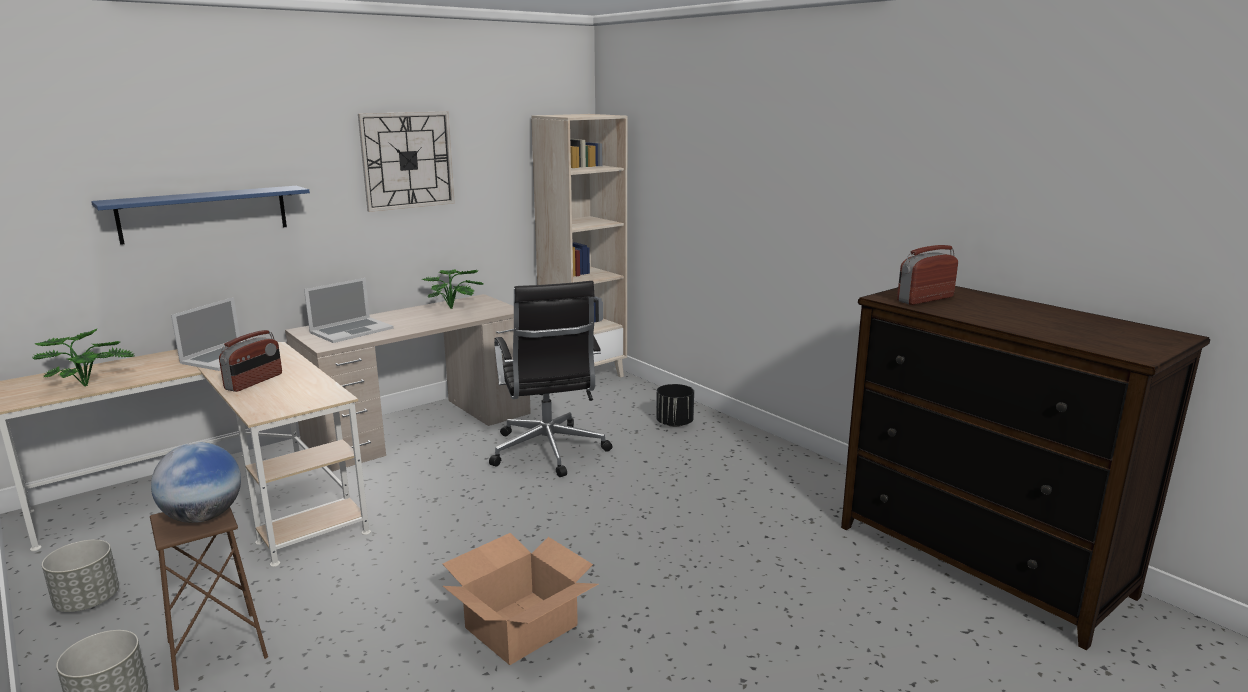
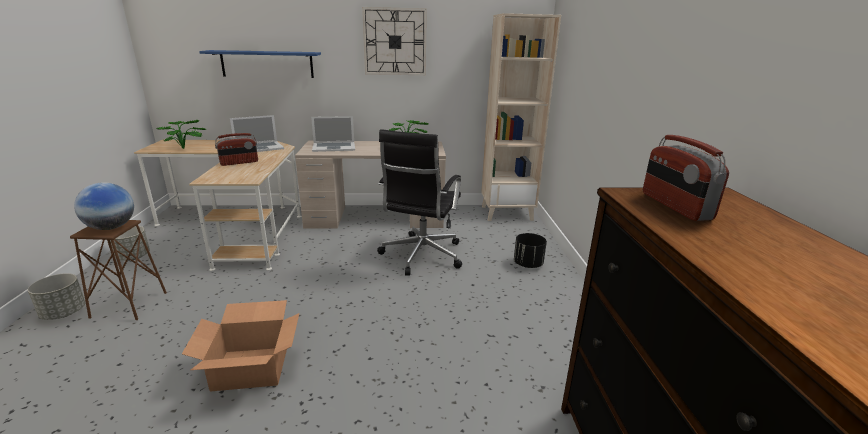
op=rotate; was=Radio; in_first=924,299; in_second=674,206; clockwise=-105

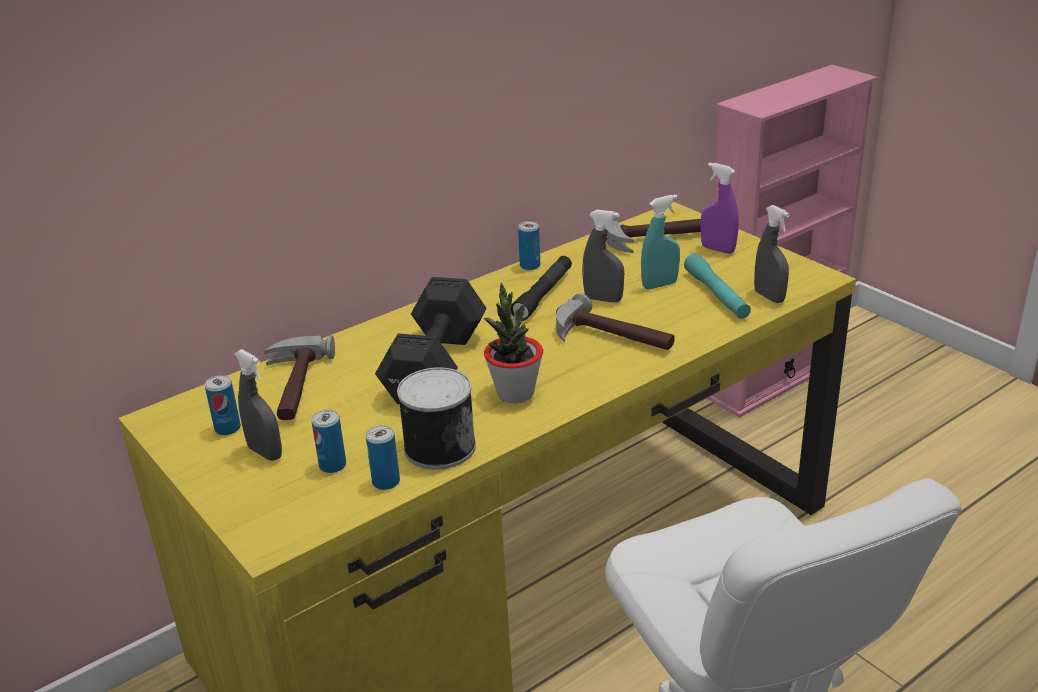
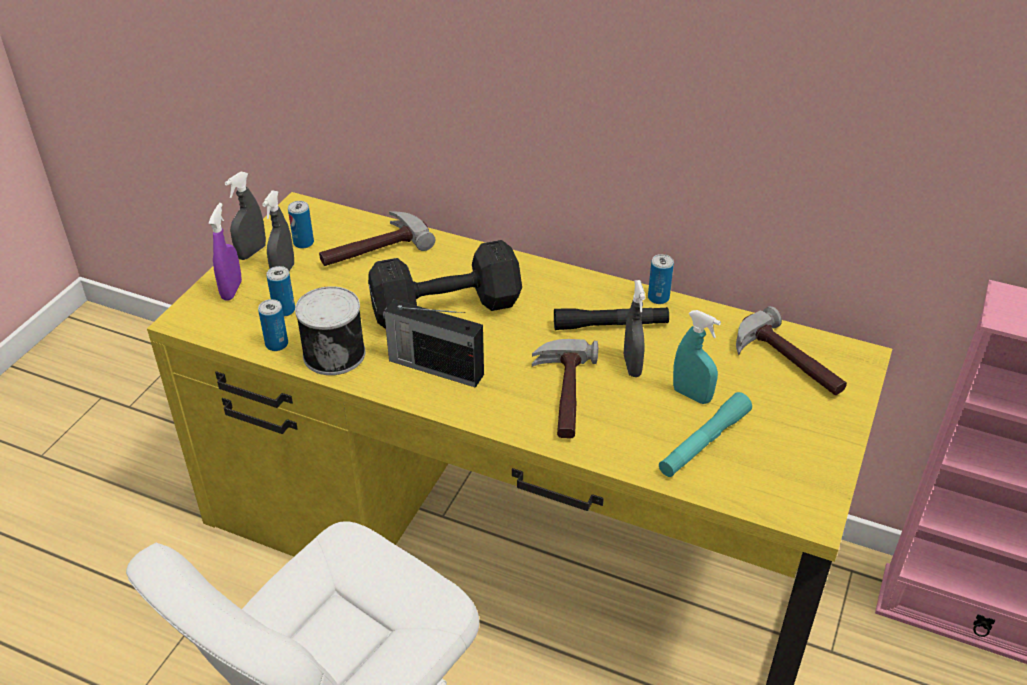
op=move; was=PurpleSprayBottle; in_first=717,249; in_second=231,290
op=move; was=GreySprayBottle; in_first=769,297; in_second=251,252
op=replace; was=PottedPlant; now=Radio; in_first=515,393; in_second=434,367

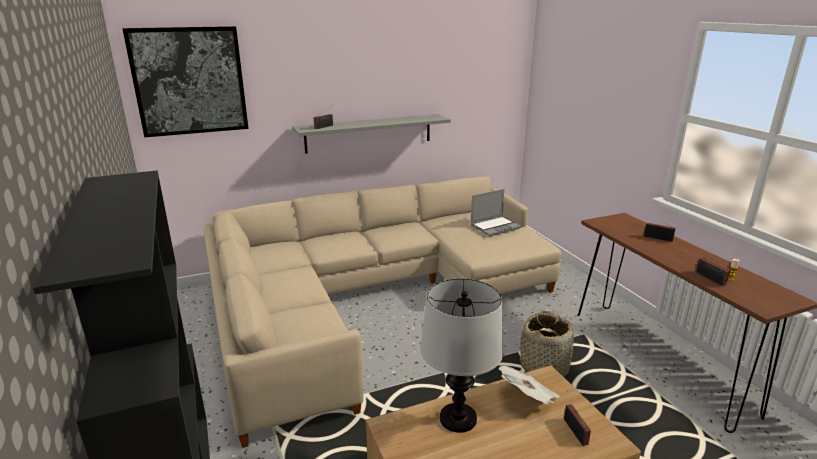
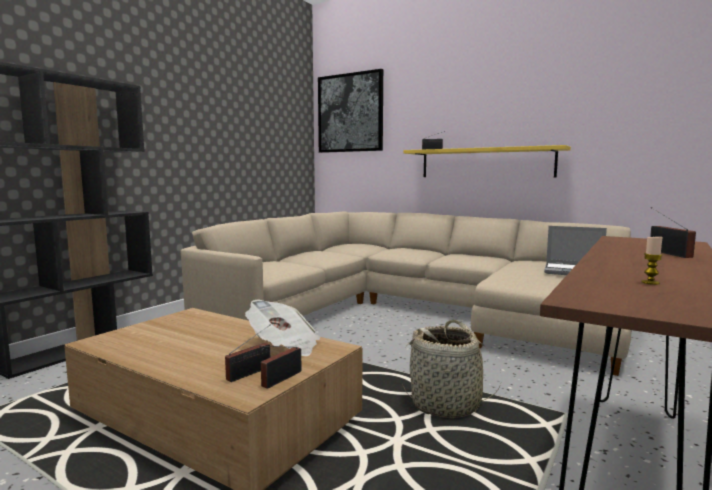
op=delete; was=TableLamp; in_first=457,418
op=move; was=Radio; in_first=711,279; in_second=279,379
op=recolor; was=GreyShelf; now=YellowShelf; in_first=369,133; in_second=485,163

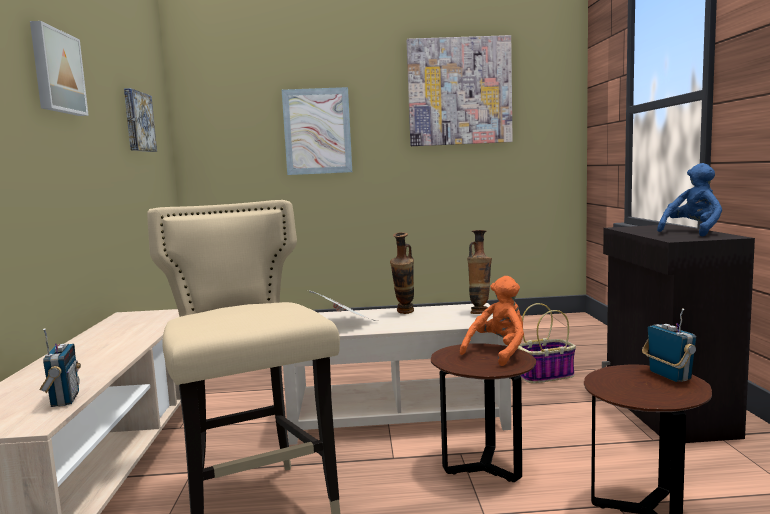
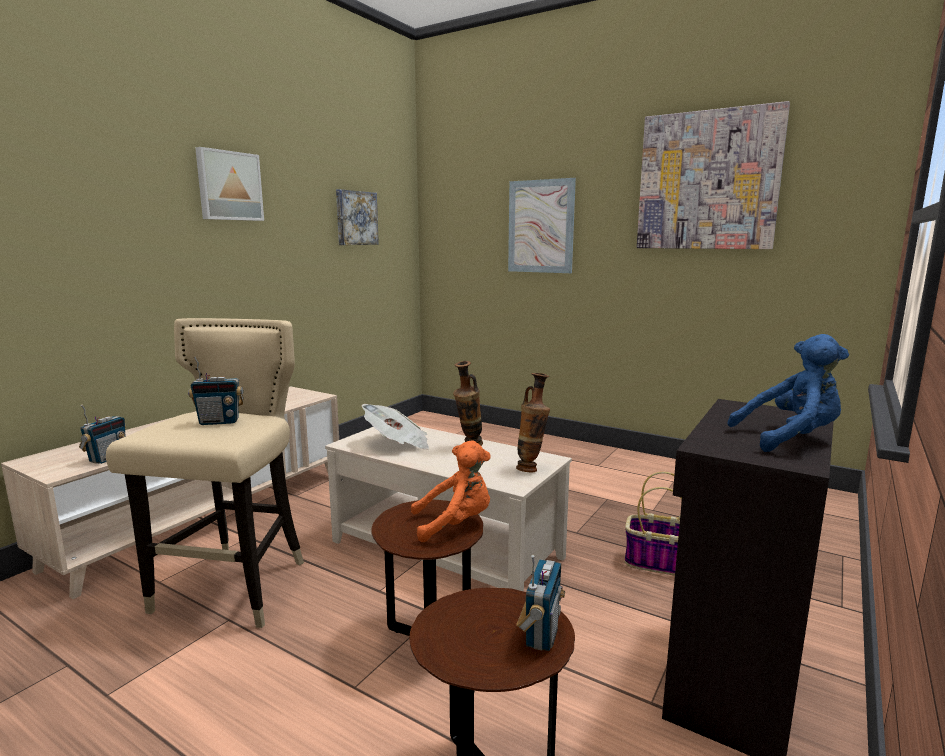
op=insert; now=Radio; in_second=219,422

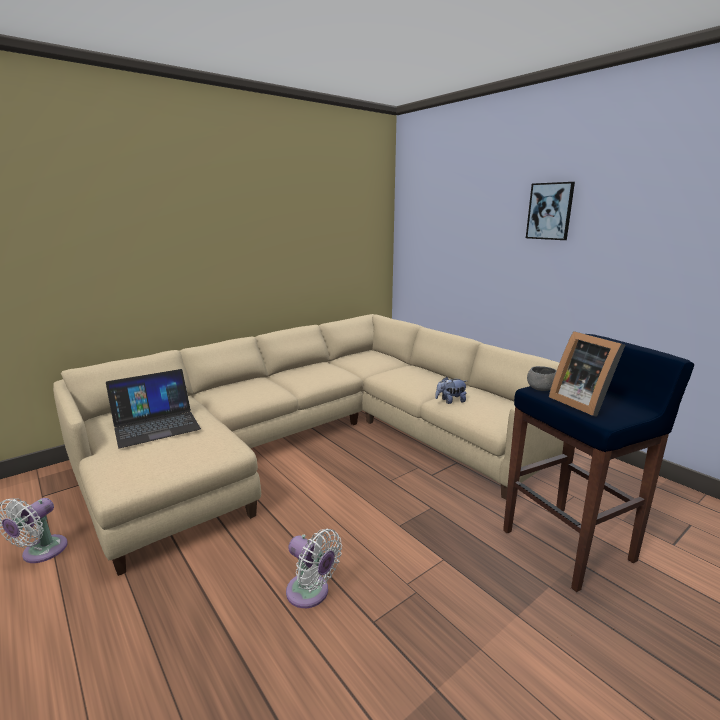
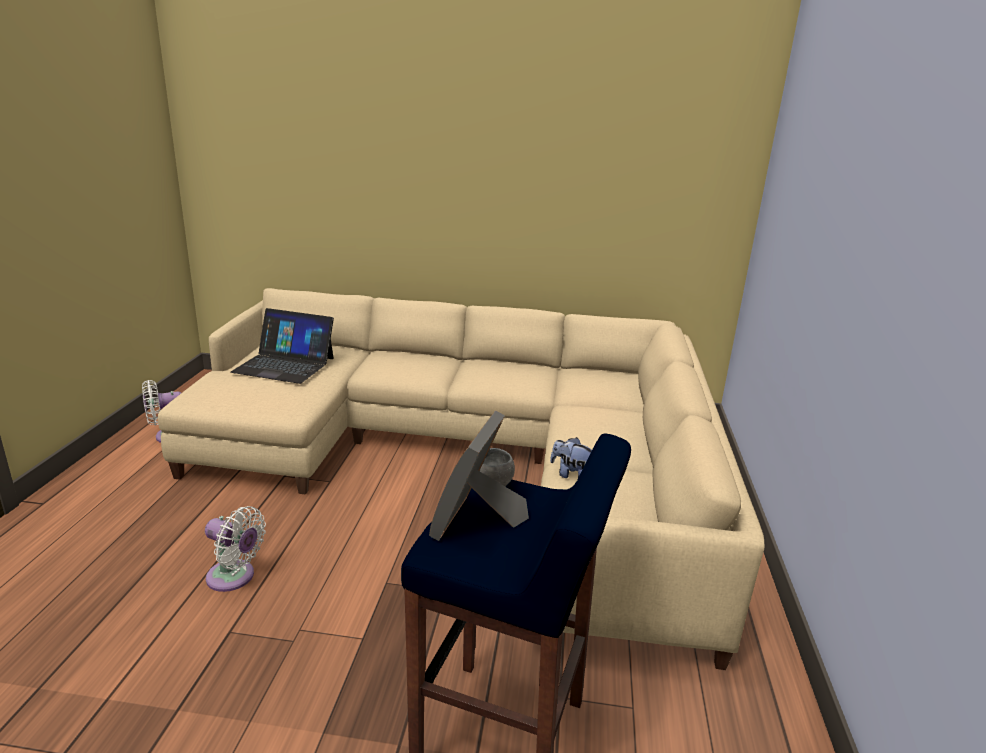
op=delete; was=Picture; in_first=550,211
op=rotate; was=WhiteFan; in_first=311,593; in_second=234,577; clockwise=-60

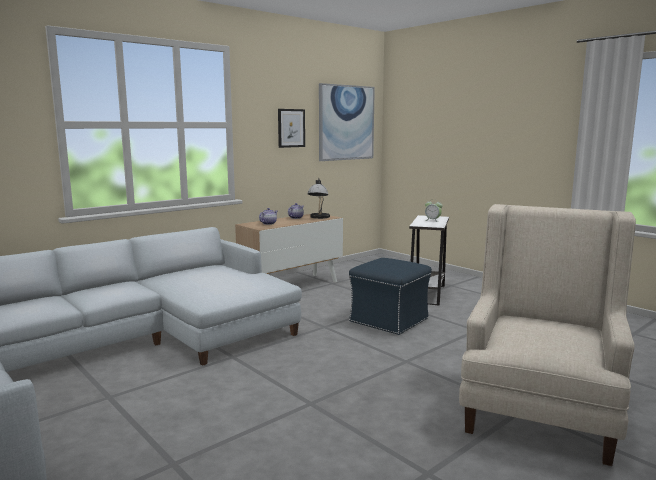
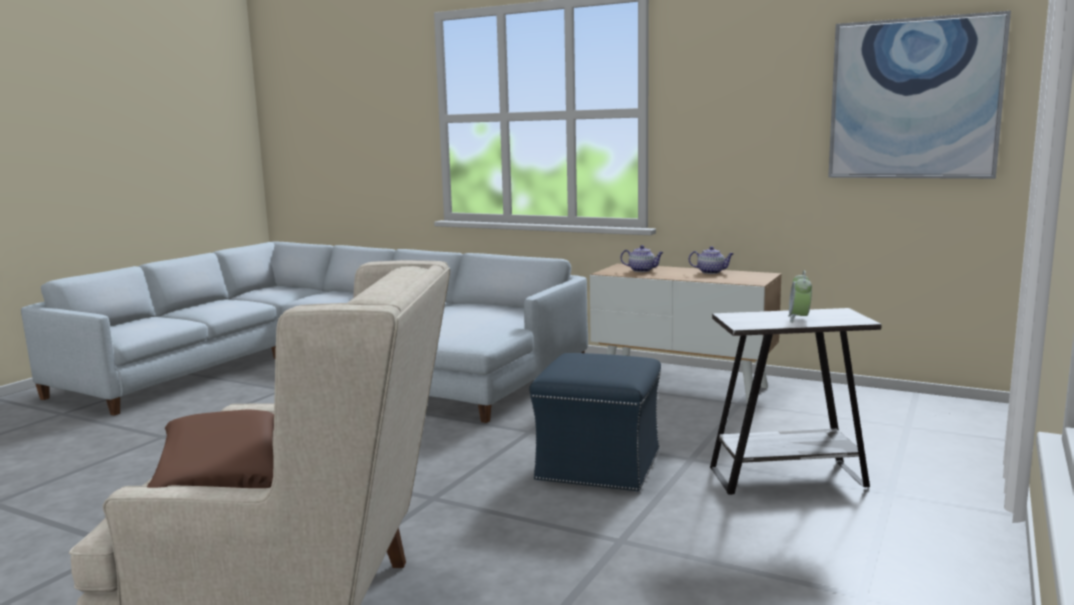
op=delete; was=Picture; in_first=291,128
op=delete; was=TableLamp; in_first=319,218
op=insert; now=BrownPillow; in_second=220,474

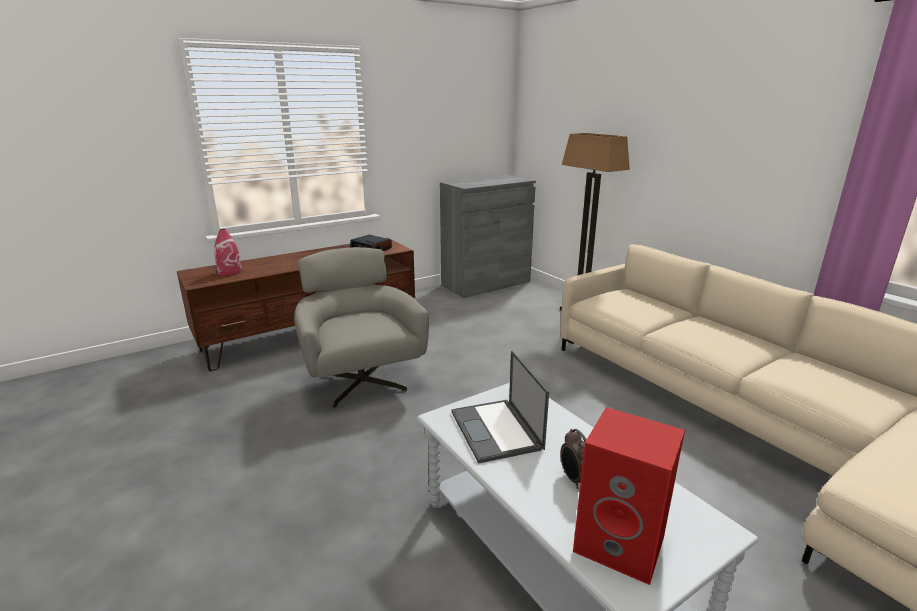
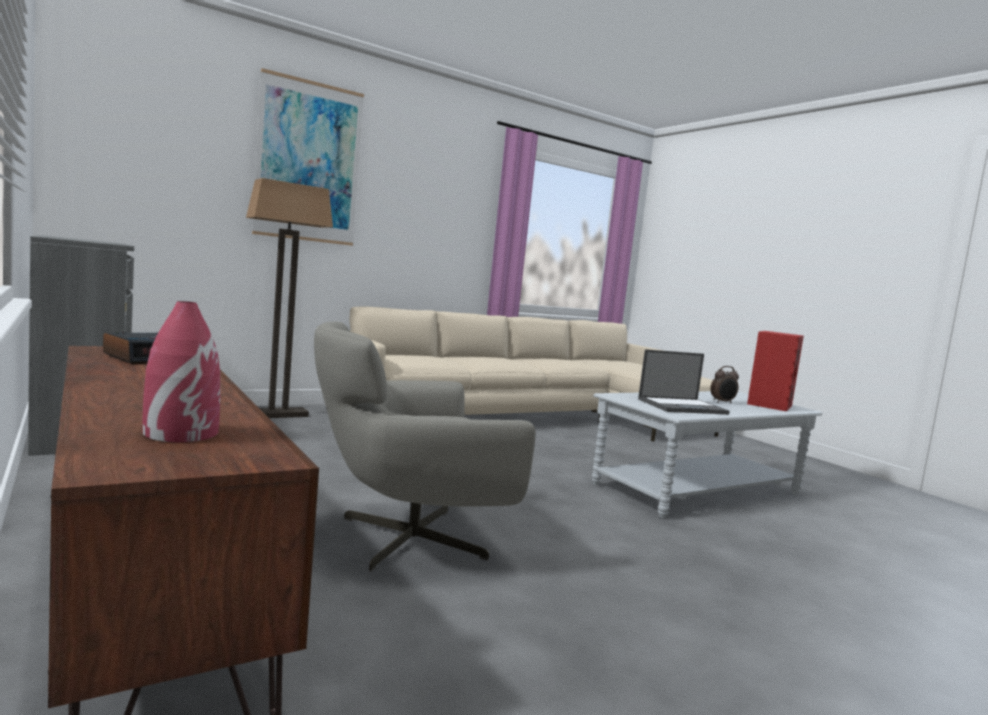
op=insert; now=Picture; in_second=308,162

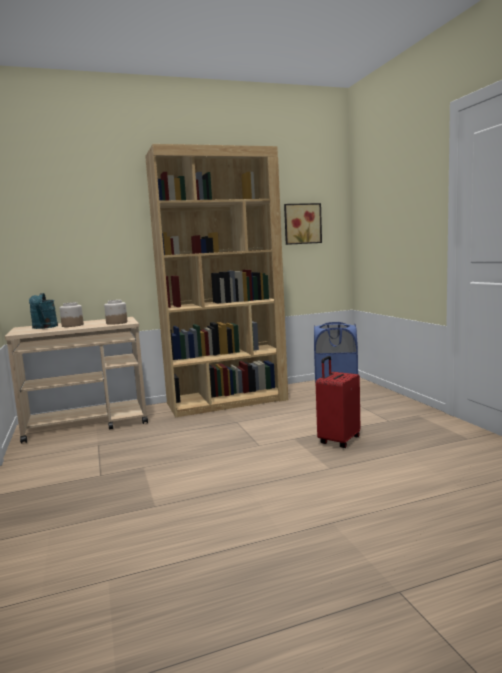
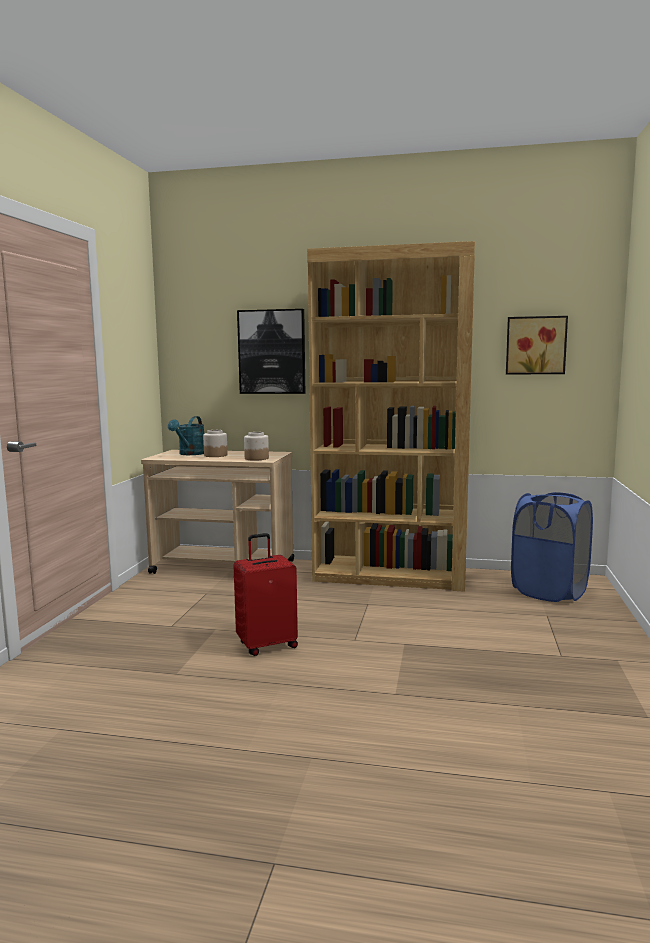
op=insert; now=Picture; in_second=272,352
op=move; was=RedSuitcase; in_first=338,440; in_second=267,645

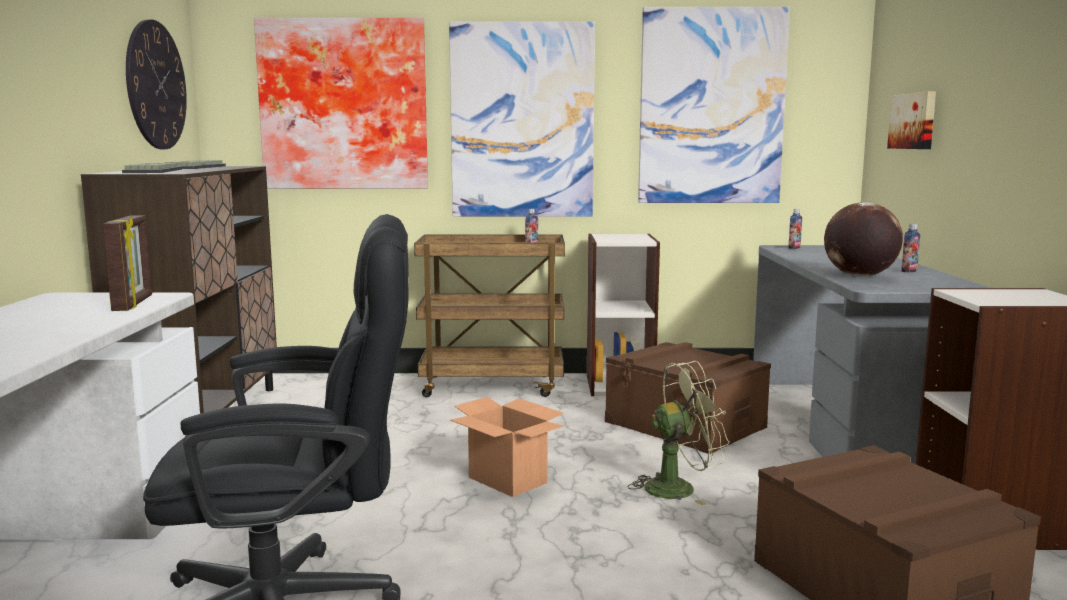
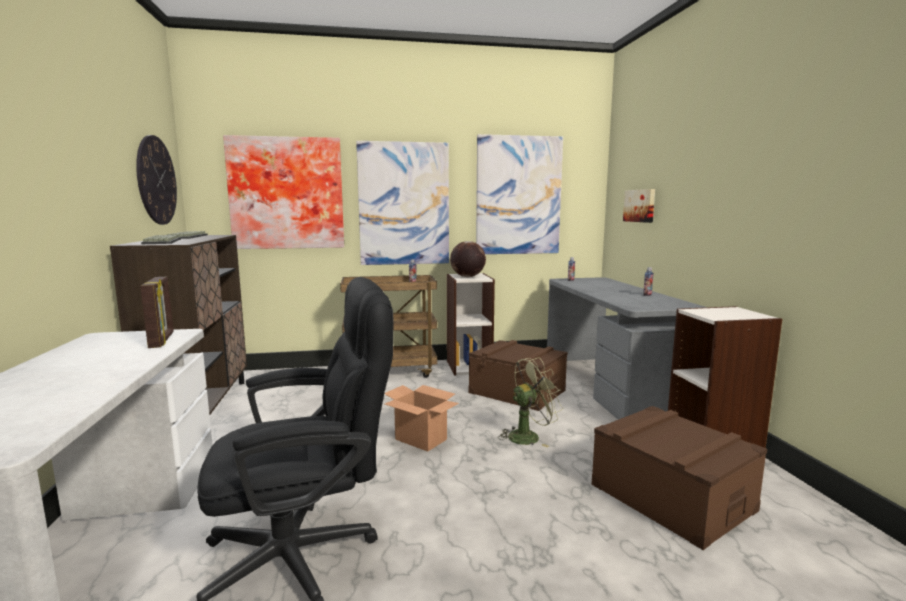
op=move; was=Globe; in_first=859,276; in_second=467,277

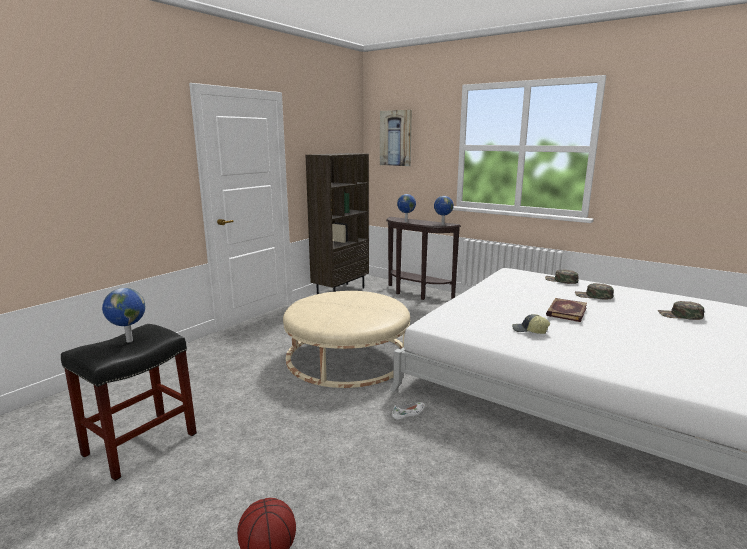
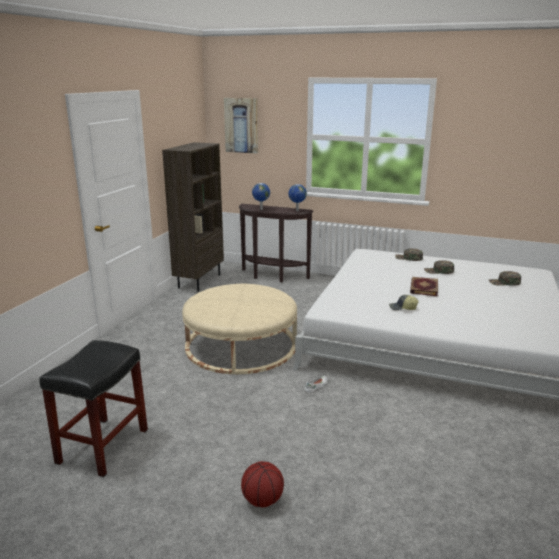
op=delete; was=Globe; in_first=128,341

